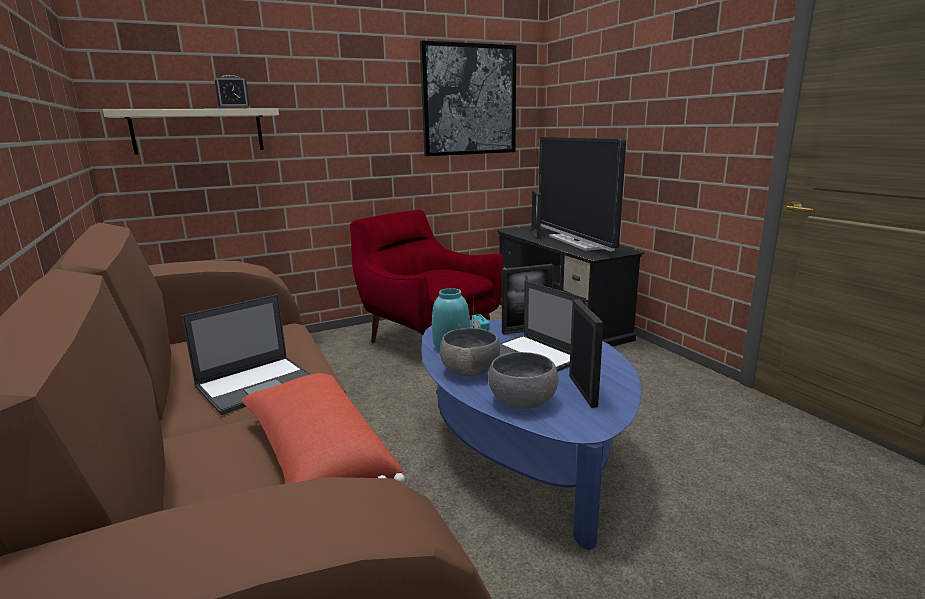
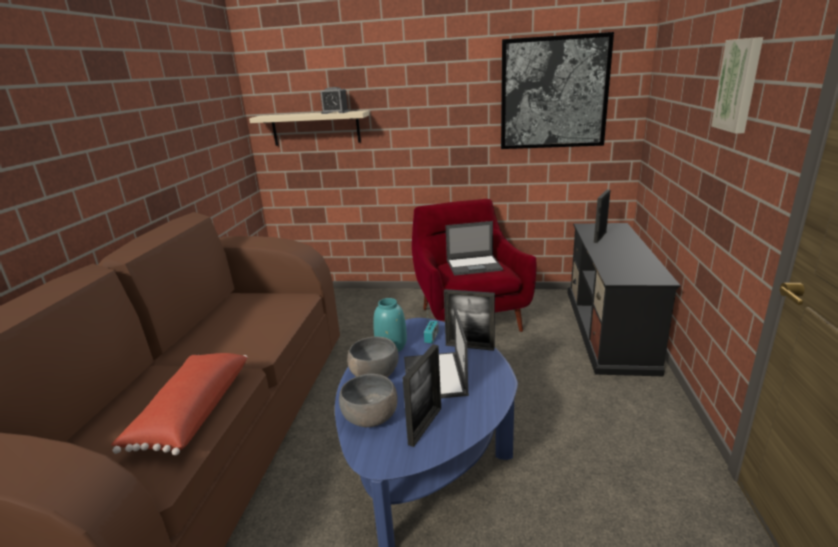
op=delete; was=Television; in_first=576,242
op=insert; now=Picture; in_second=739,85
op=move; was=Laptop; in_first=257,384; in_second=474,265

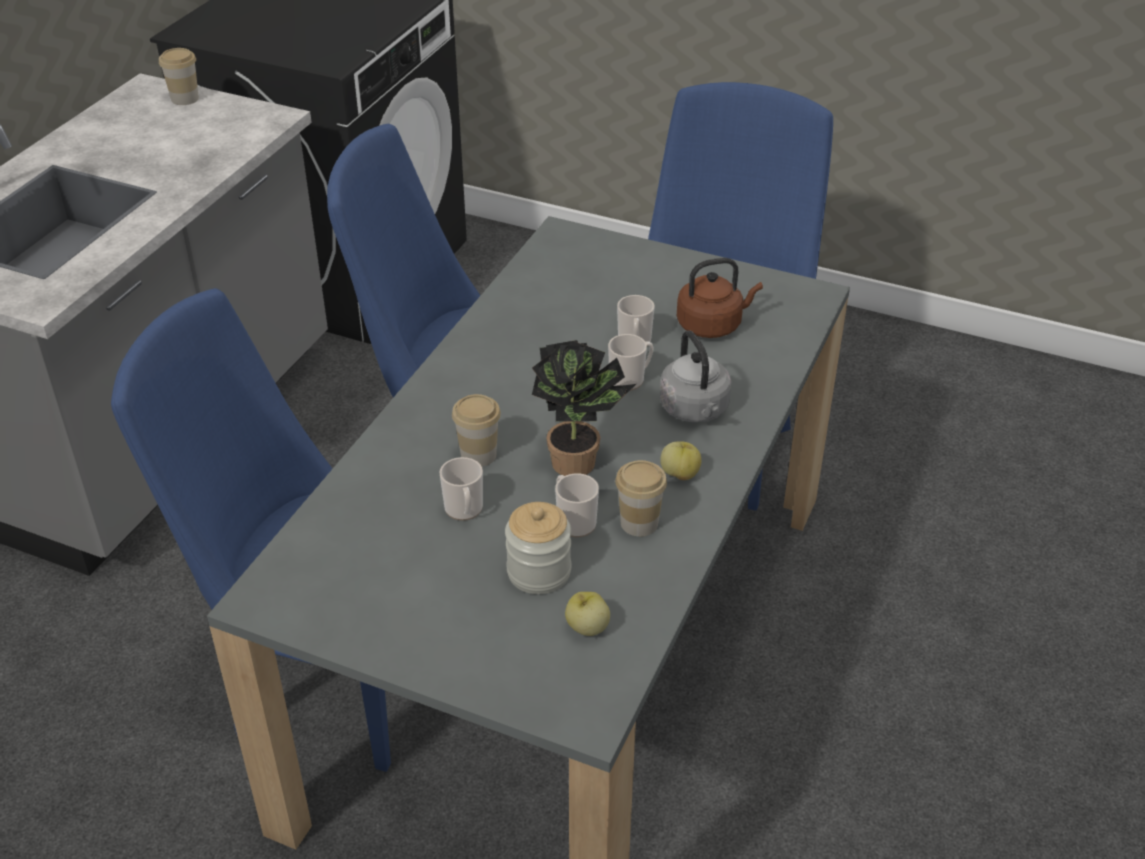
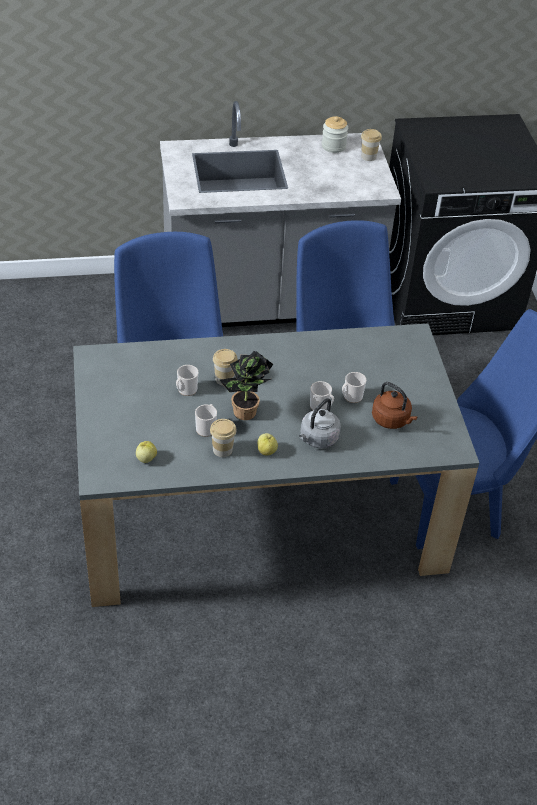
op=move; was=Jar; in_first=539,572; in_second=333,146

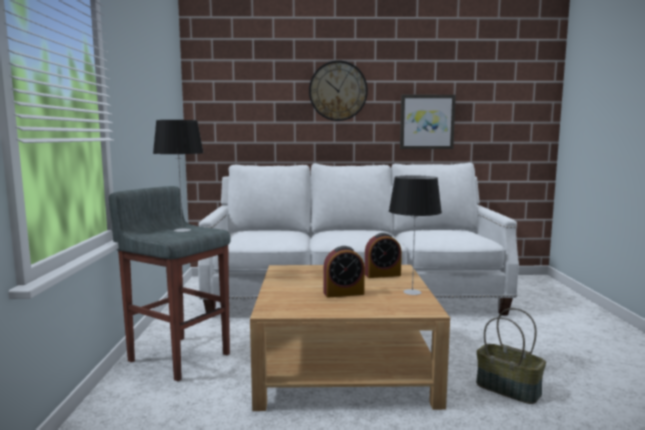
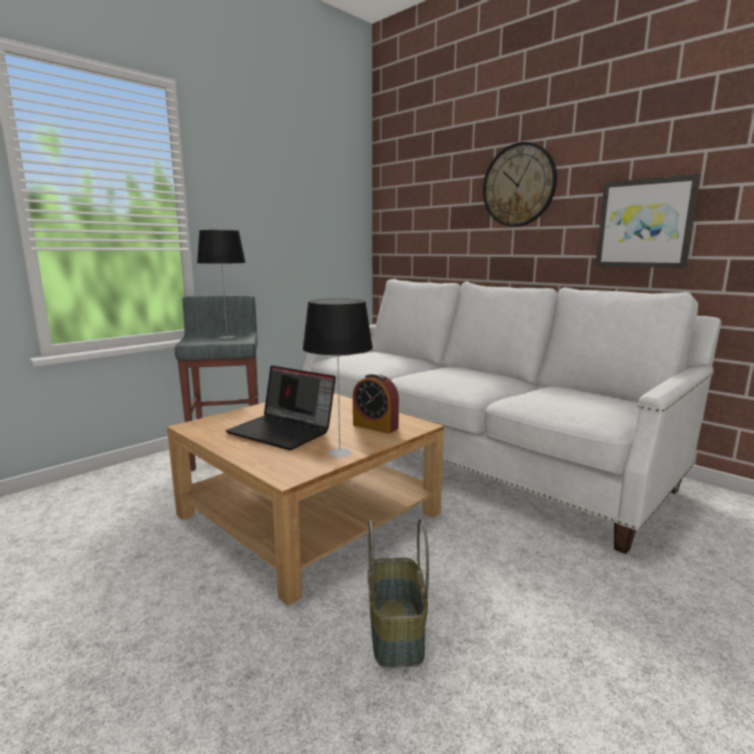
op=replace; was=AlarmClock; now=Laptop; in_first=343,293; in_second=283,431

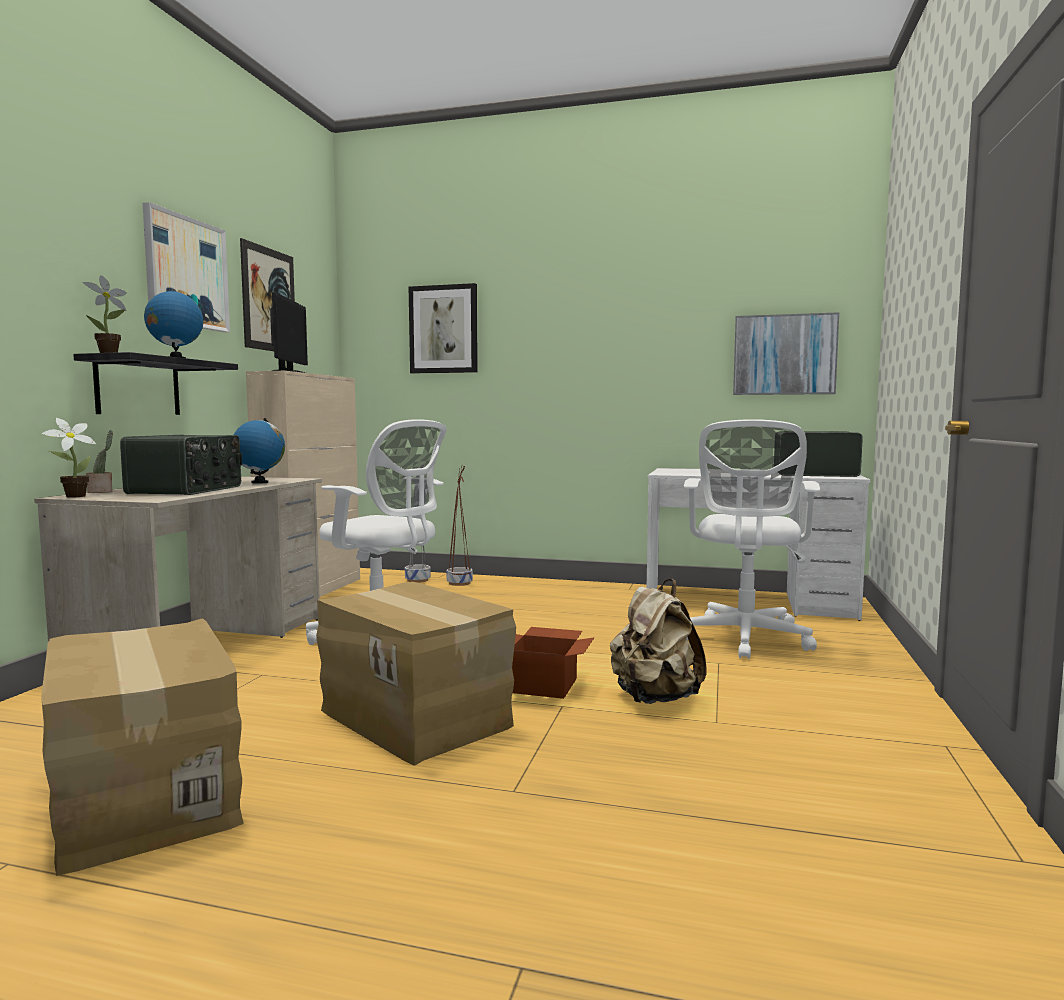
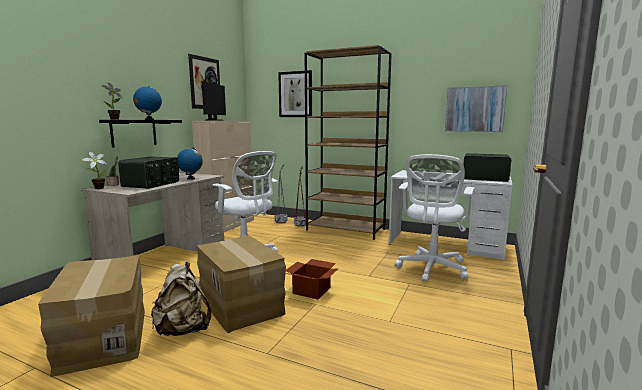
op=delete; was=Picture; in_first=186,272
op=insert; now=BrownBookcase; in_second=346,229
op=move; was=BeigeBackpack; in_first=654,698; in_second=183,330

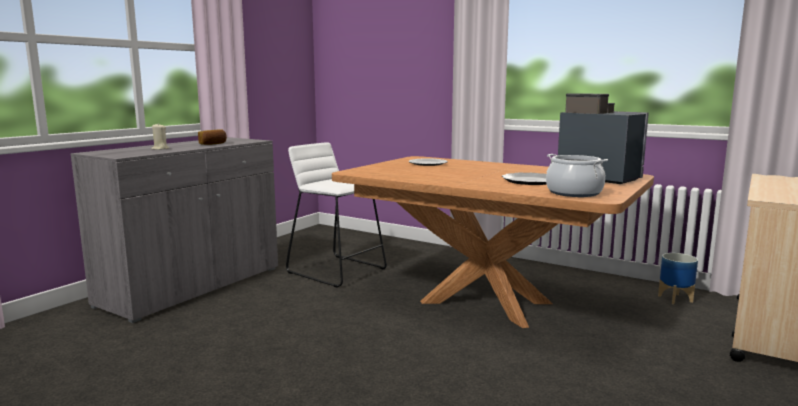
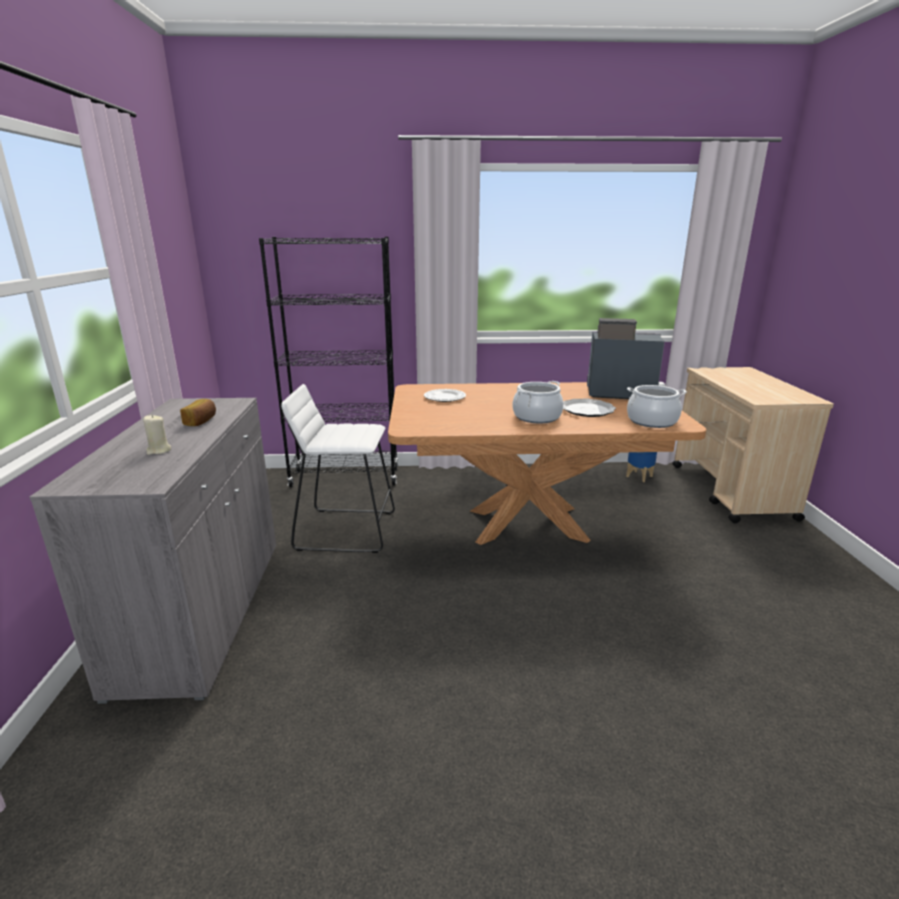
op=insert; now=BlackBookcase; in_second=345,478
op=insert; now=CookingPot; in_second=537,417

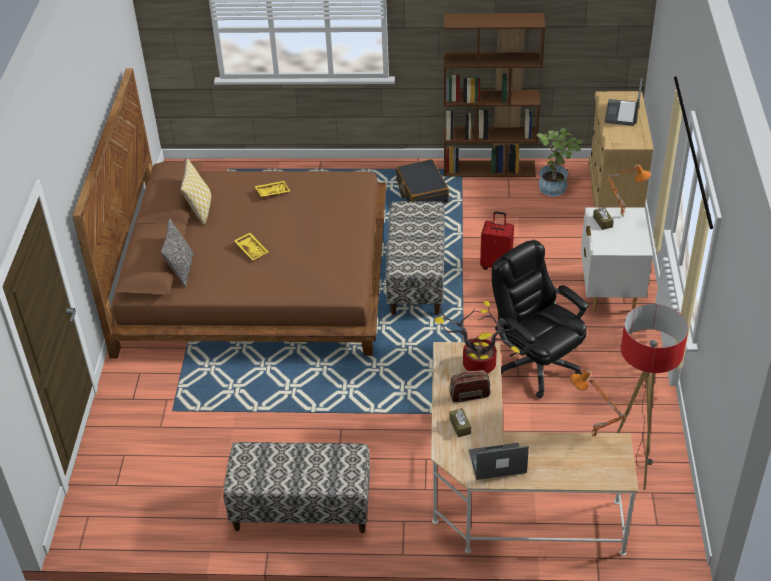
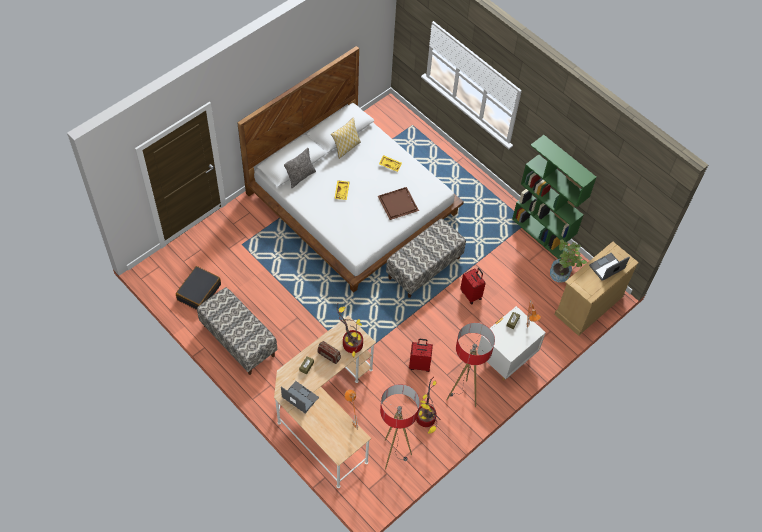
op=insert; now=BrownTray; in_second=399,204
op=insert; now=PottedPlant; in_second=427,419
op=insert; now=FloorLamp; in_second=462,396
op=move; was=BlackSuitcase; in_first=421,192; in_second=199,292
op=replace; was=BlackOfficeChair; now=RedSuitcase; in_first=536,364; in_second=419,364
op=recolor; was=BrownBed; now=WhiteBed; in_first=256,277; in_second=353,203
op=recolor; was=BrownBookcase; now=GreenBookcase; in_first=489,169; in_second=542,234

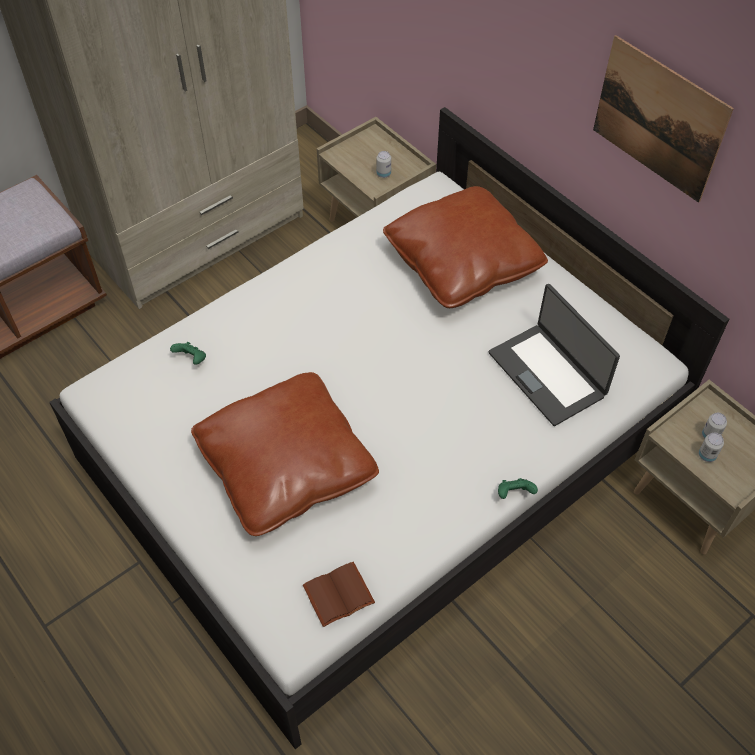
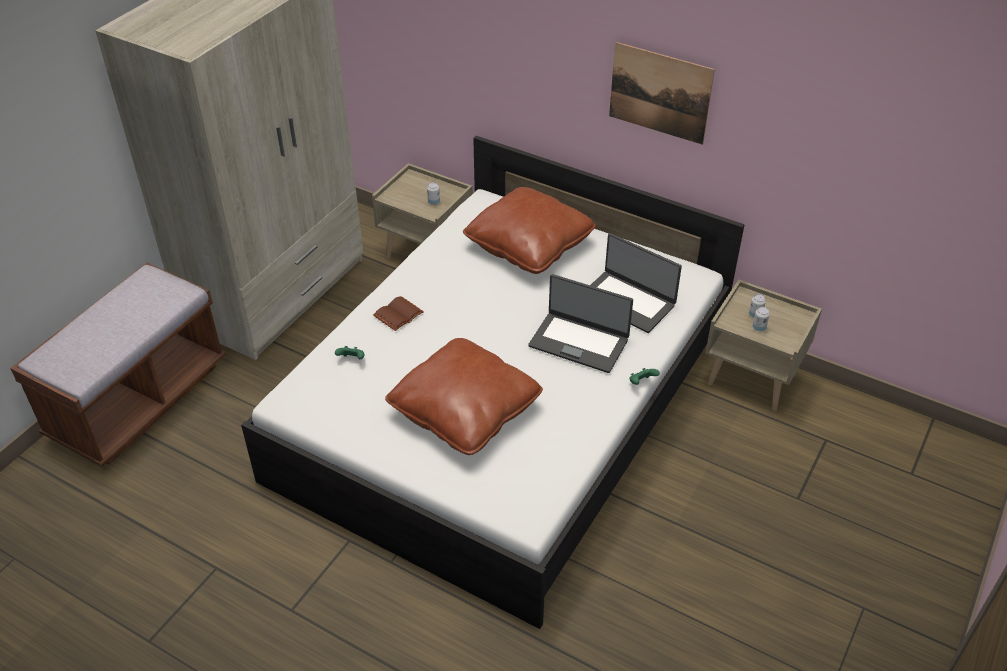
op=insert; now=Laptop; in_second=579,342
op=move; was=BrownBook; in_first=338,596; in_second=398,315

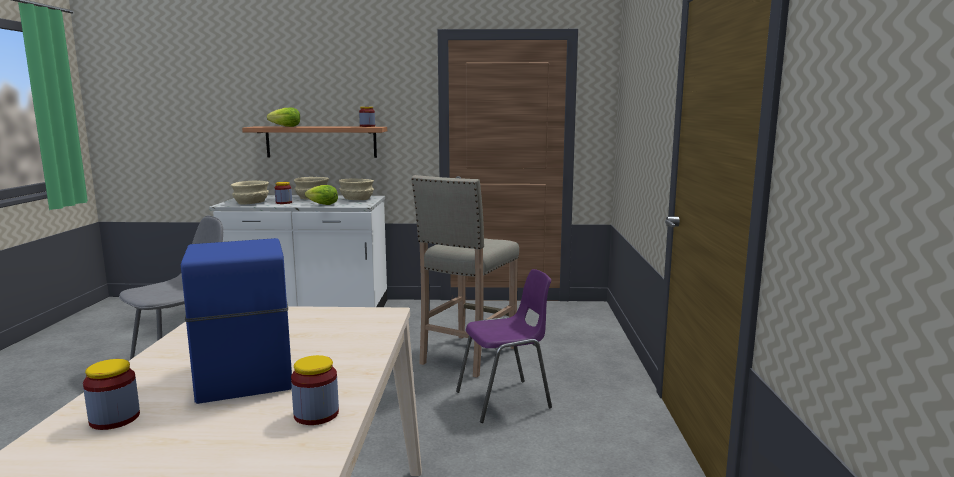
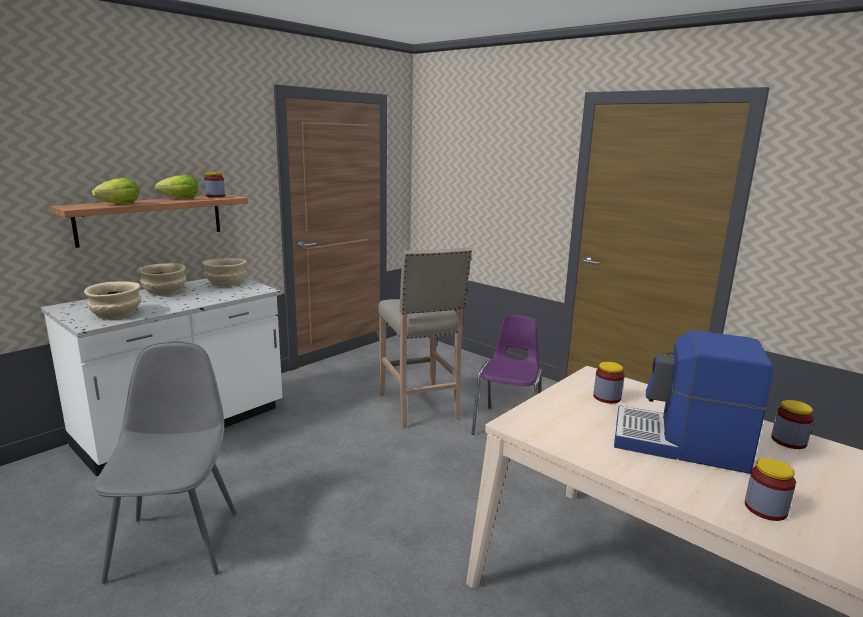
op=move; was=Jar; in_first=284,203; in_second=607,397
op=move; was=Lettuce; in_first=322,204; in_second=180,199

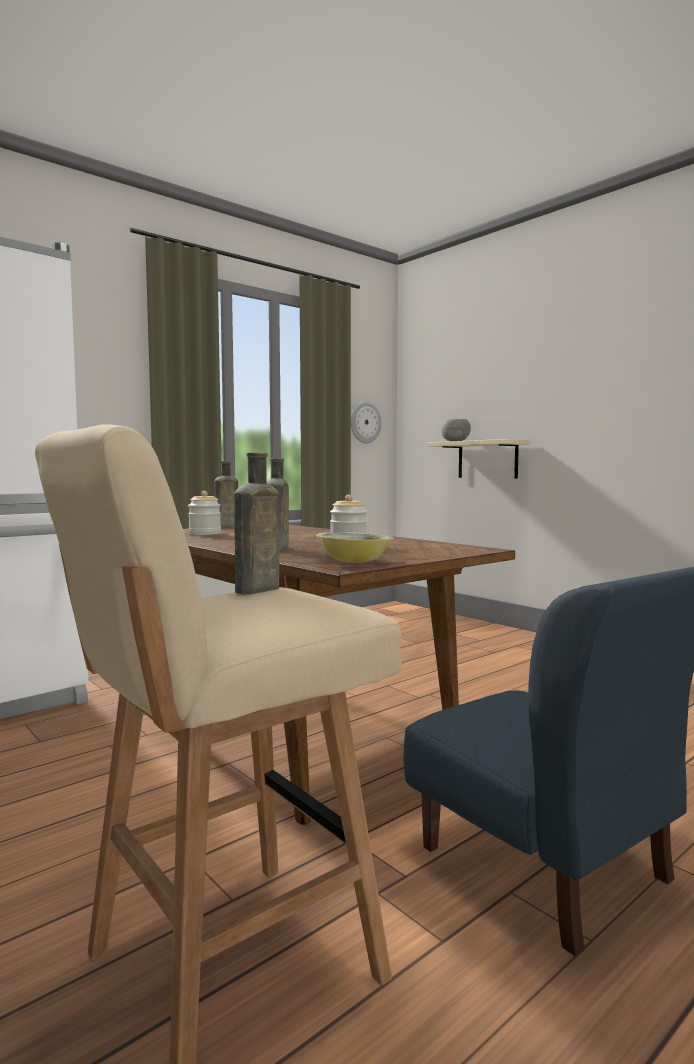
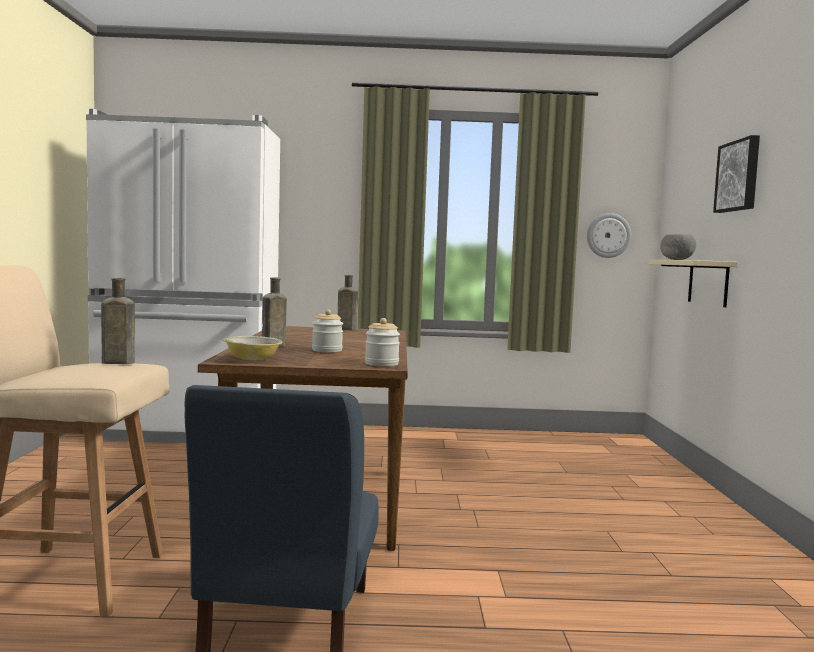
op=insert; now=Picture; in_second=739,176
op=move; was=Jar; in_first=205,533; in_second=381,364

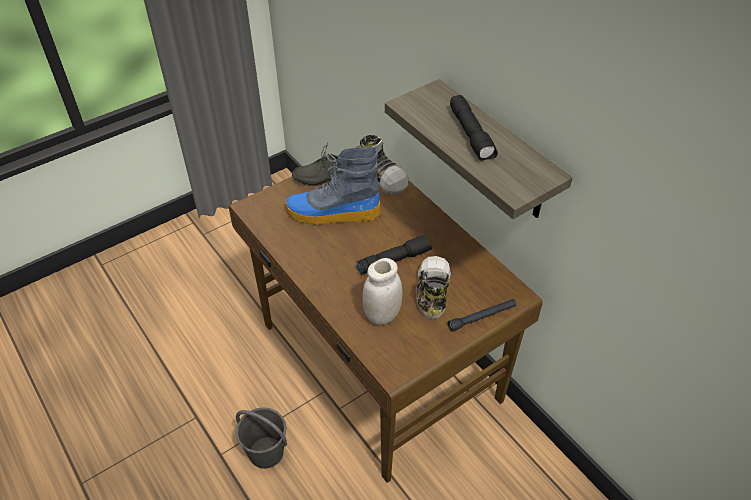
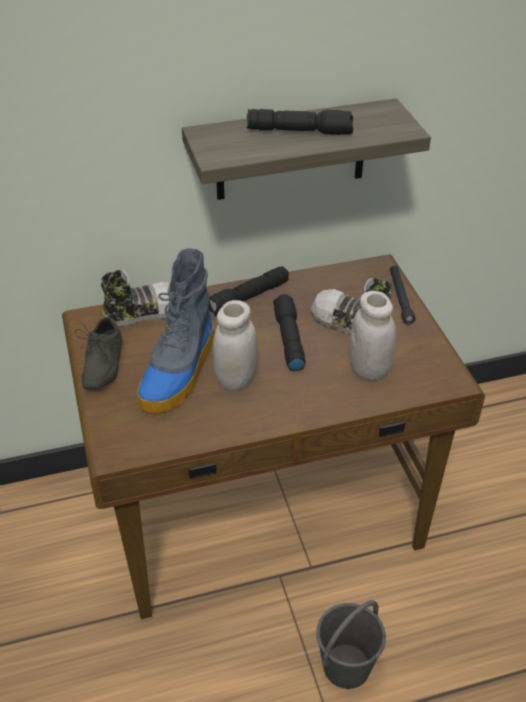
op=insert; now=BlackFlashlight; in_second=248,299
op=insert; now=WhiteJar; in_second=236,380

